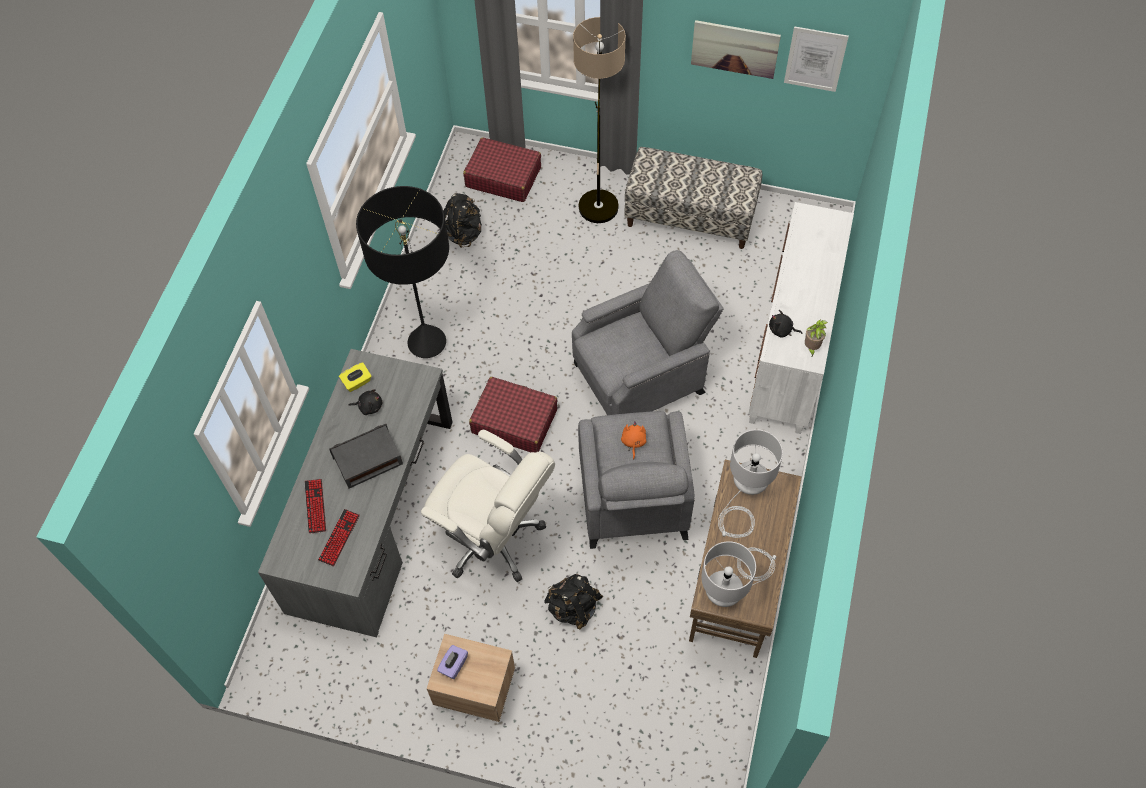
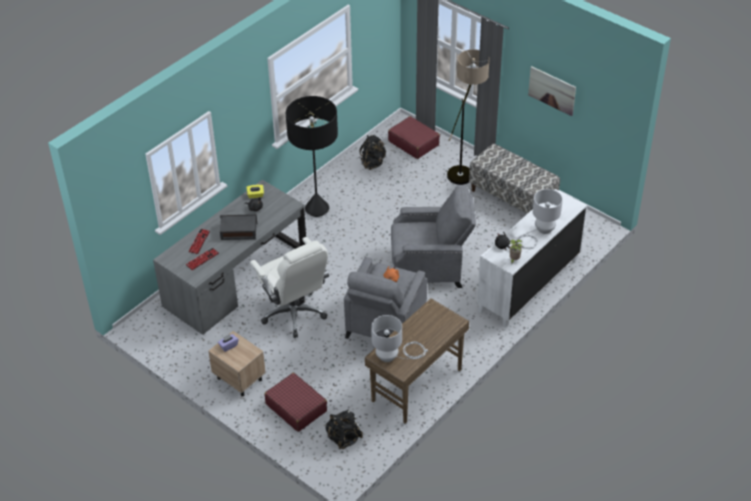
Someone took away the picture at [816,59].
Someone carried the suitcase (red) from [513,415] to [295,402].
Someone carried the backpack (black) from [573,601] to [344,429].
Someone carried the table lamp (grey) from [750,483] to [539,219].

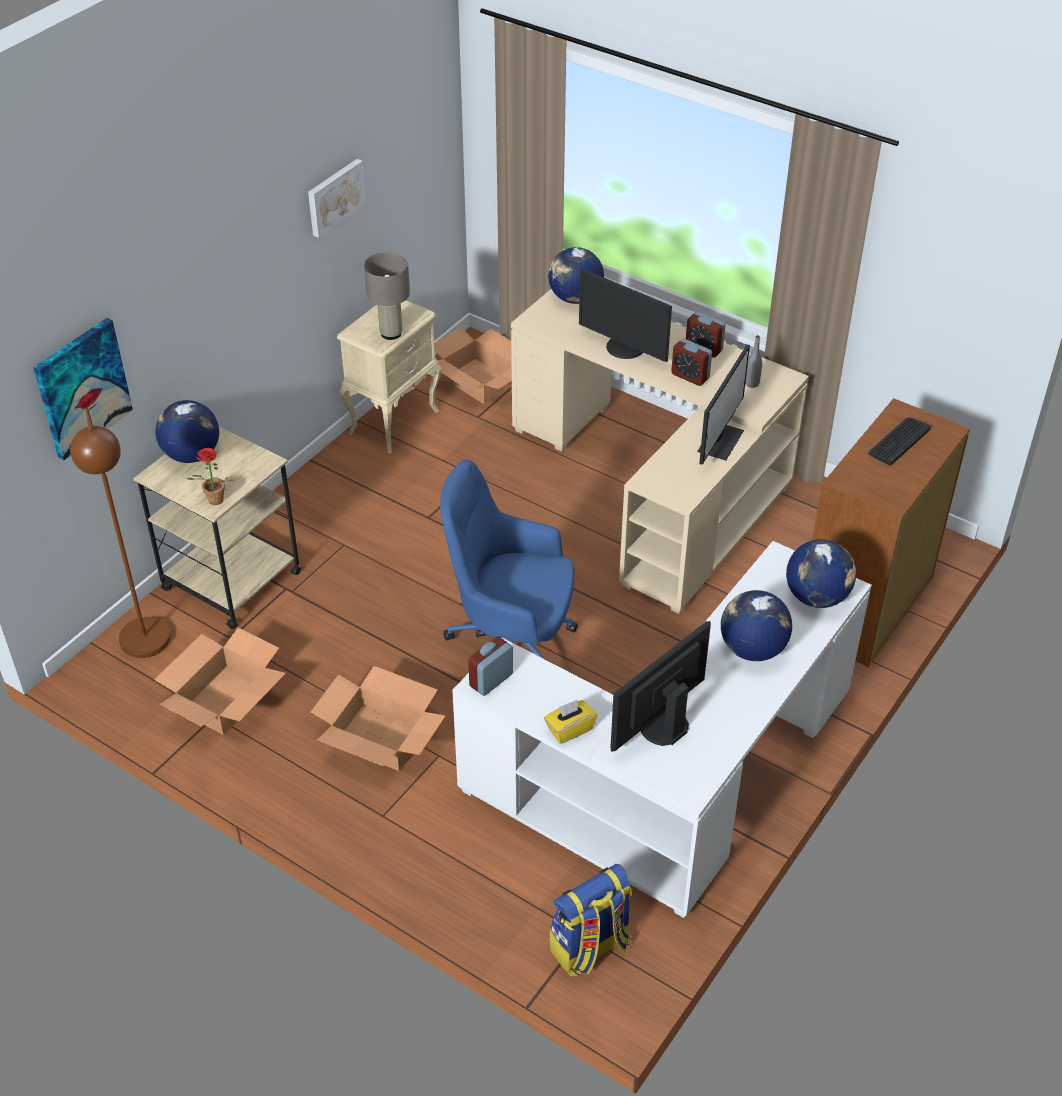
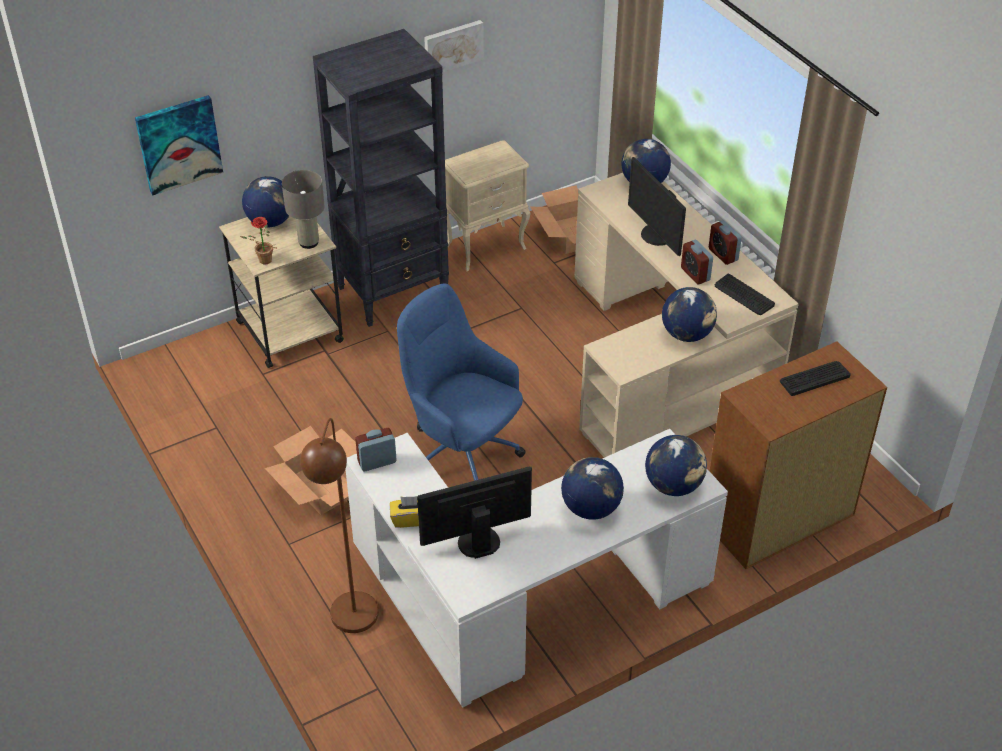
Someone took away the cardboard box at [220,681].
Someone took away the backpack at [591,920].
Someone put down the bookcase (black) at [381,178].
Someone carried the floor lamp (brown) from [120,533] to [339,525].
Someone carried the table lamp (grey) from [387,296] to [303,209].
Someone swapped the monitor at [723,404] for the globe at [689,314].
Someone swapped the bottle (grey) at [753,361] for the keyboard at [745,294].

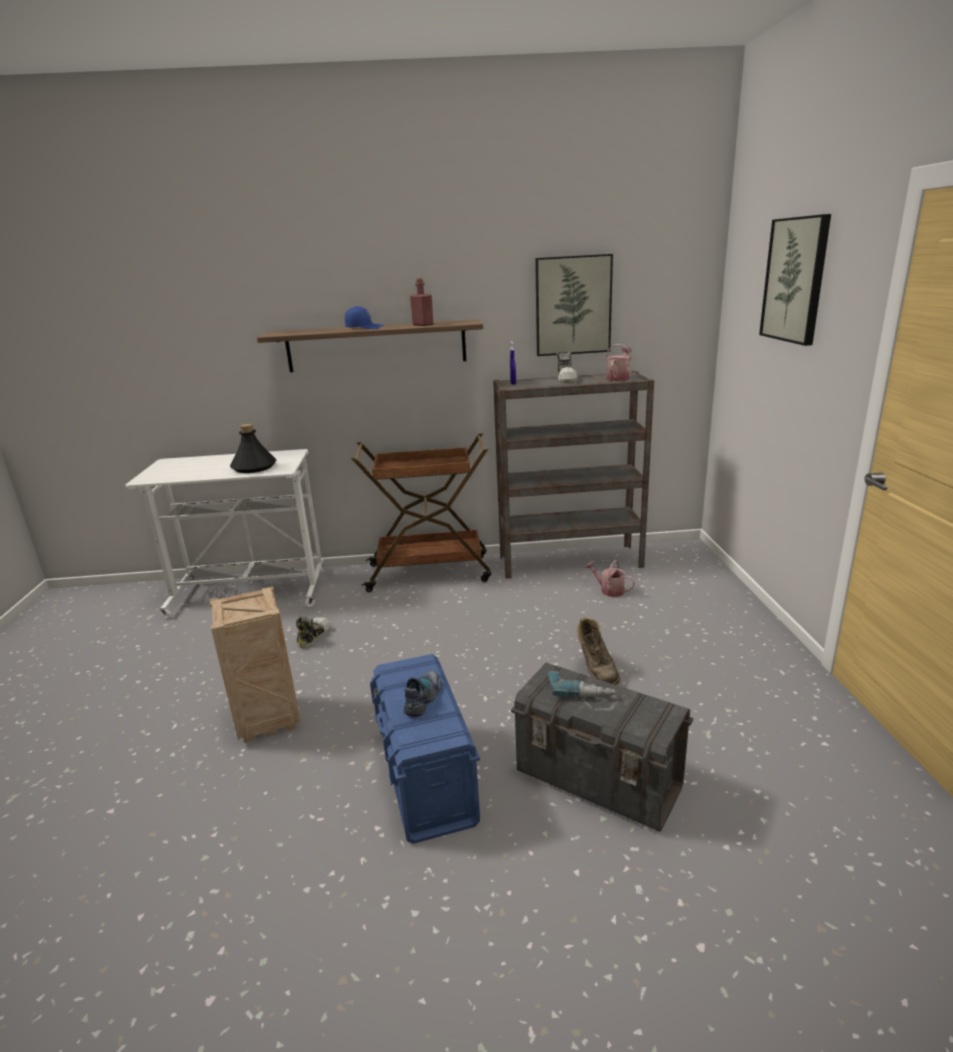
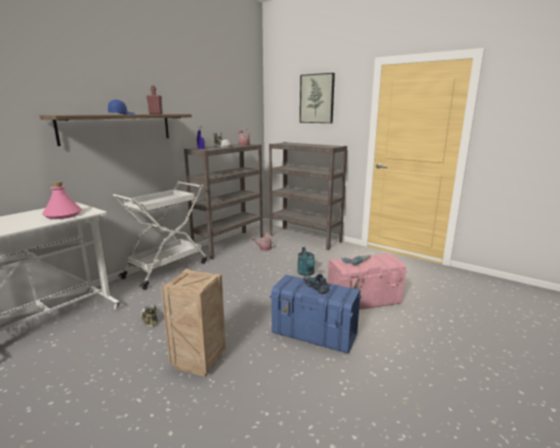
Someone took away the picture at [574,305].
Someone put down the bookcase (grey) at [308,196].
Someone swapped the boot (brown) at [598,651] for the watering can (turquoise) at [306,261].
Someone repainted the bottle (black) at [253,448], which became the bottle (pink) at [62,200].
Someone repainted the cart (brown) at [421,512], which became the cart (white) at [158,235].
Someone repainted the storage box (grey) at [602,747], which became the storage box (pink) at [367,281].

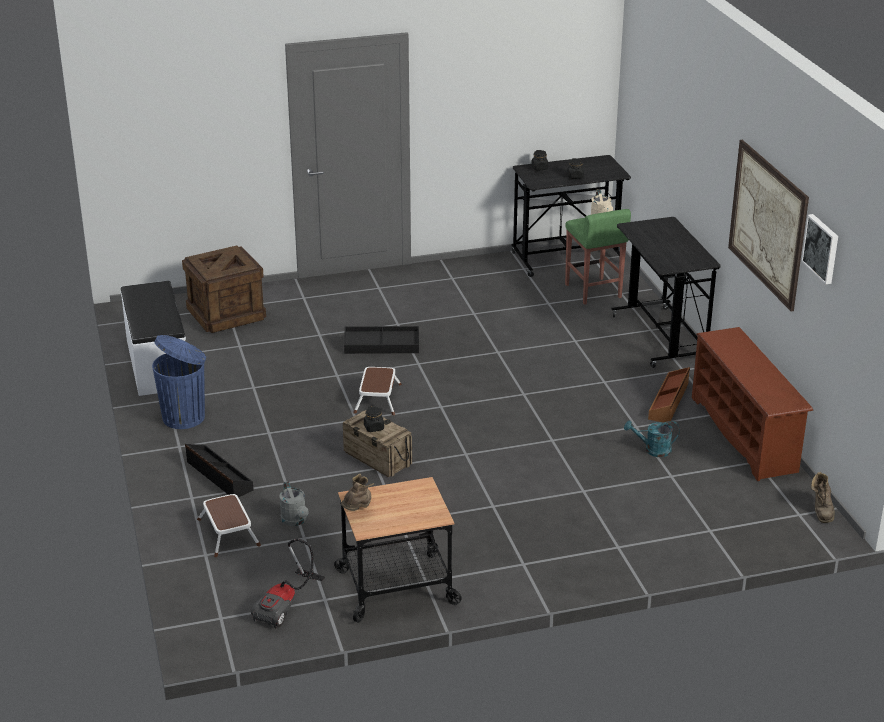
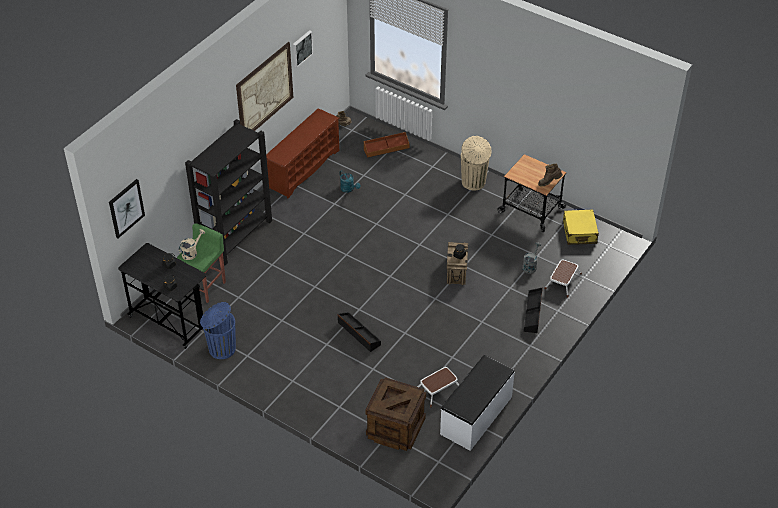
Someone put up the picture at [127,208].
Someone put down the trash can (beige) at [476,163].
Someone carried the trash can (blue) from [179,382] to [218,330].
Someone carried the step ladder (brown) from [377,391] to [438,387].
Someone carried the storage box (brown) from [669,395] to [387,145].
Someone swapped the vacuum cleaner at [288,583] for the suitcase (yellow) at [581,227].
Someone swapped the desk (black) at [666,292] for the bookcase (black) at [228,192].

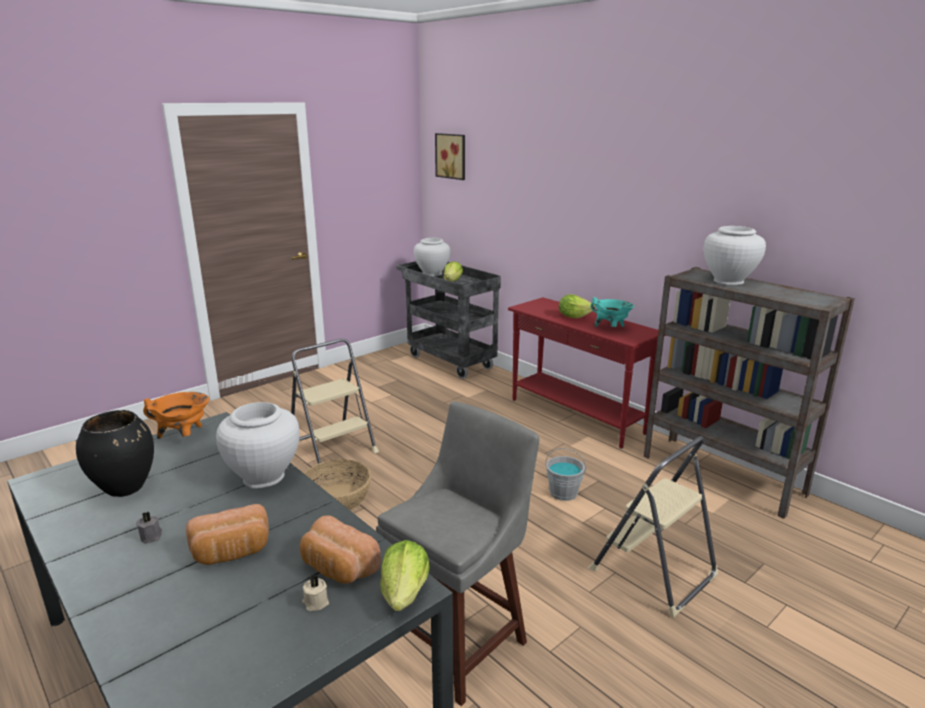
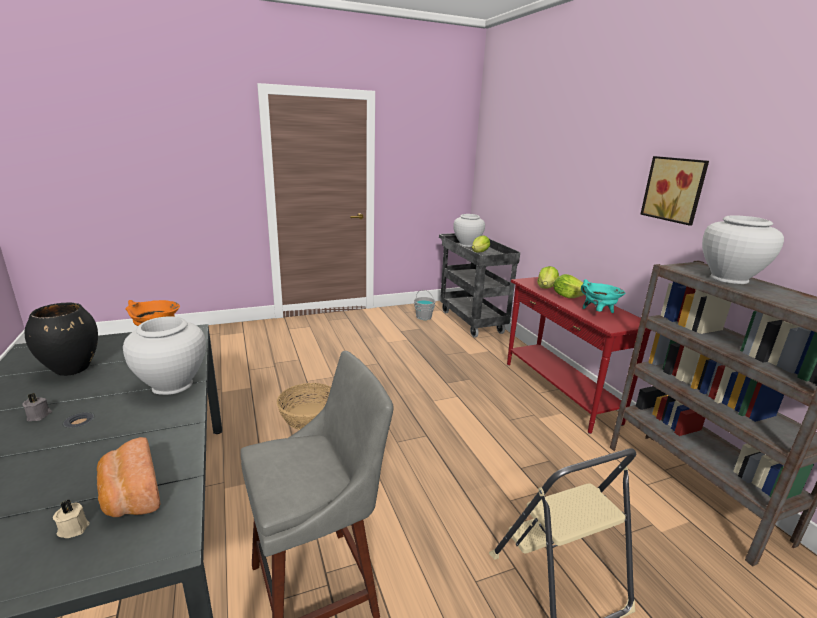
Someone took away the bread at [227,534].
Someone took away the step ladder (beige) at [335,405].
Someone carried the lettuce from [404,575] to [548,277].
Someone carried the picture from [450,156] to [674,191].
Someone carried the bucket (grey) from [566,474] to [425,305].

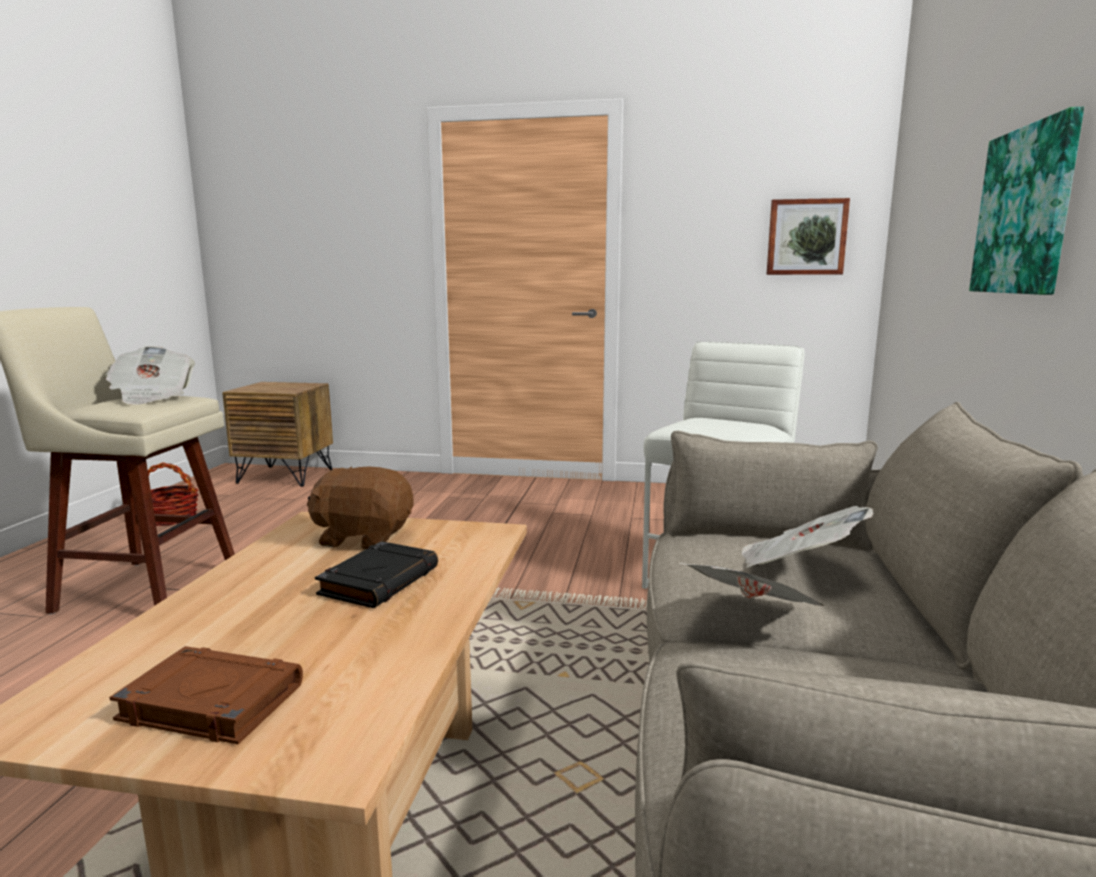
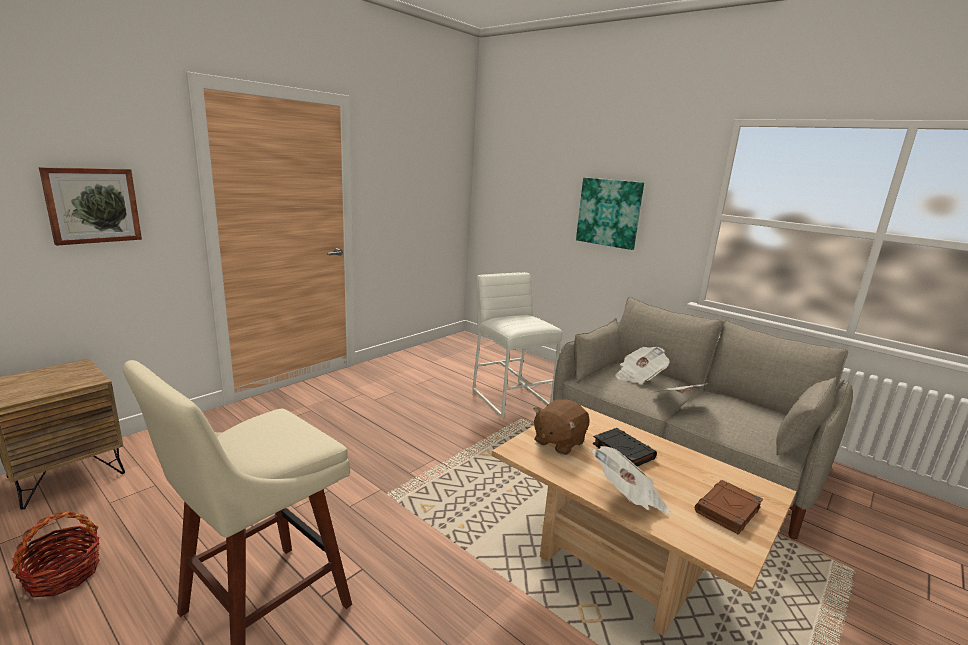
Someone carried the newspaper from [150,375] to [631,479].
Someone carried the picture from [808,236] to [90,206].

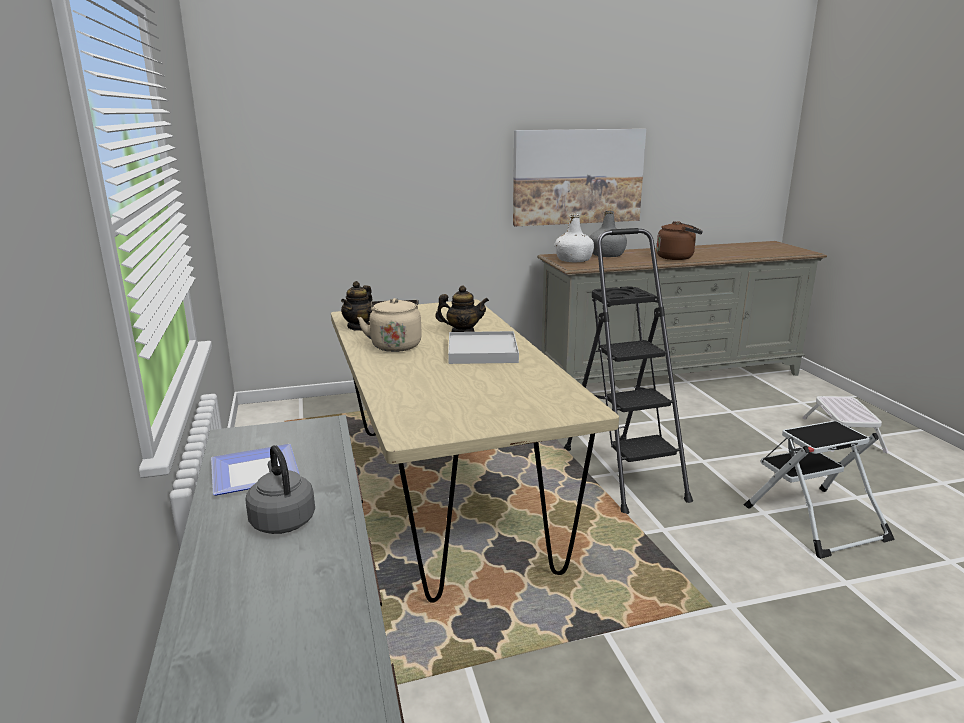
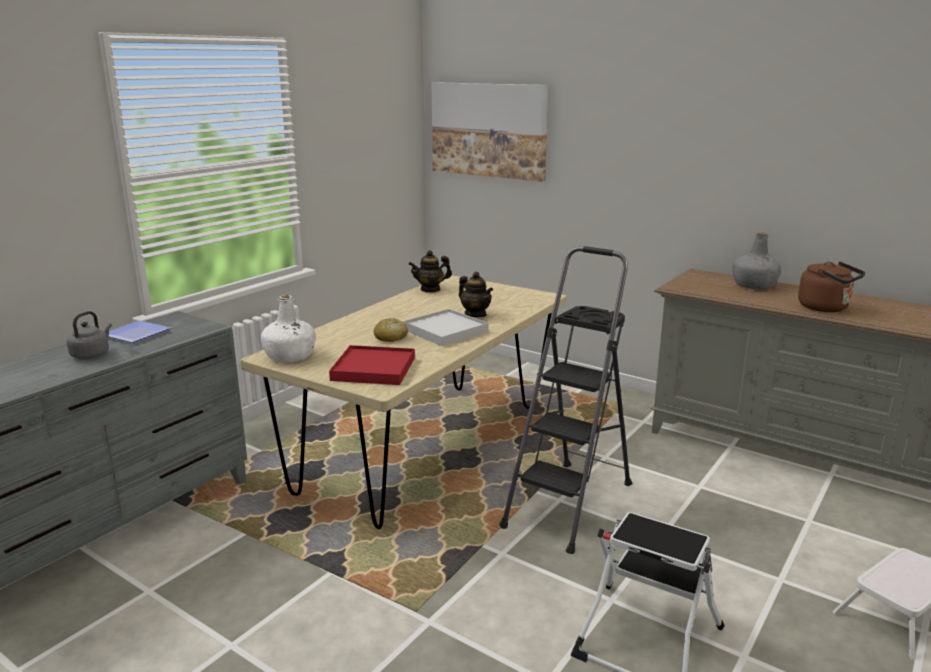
Someone took away the kettle (beige) at [389,325].
Someone put down the tray (red) at [372,365].
Someone put down the bread at [390,330].
Someone carried the picture from [579,177] to [490,132].
Someone carried the bottle (white) from [574,238] to [288,328].

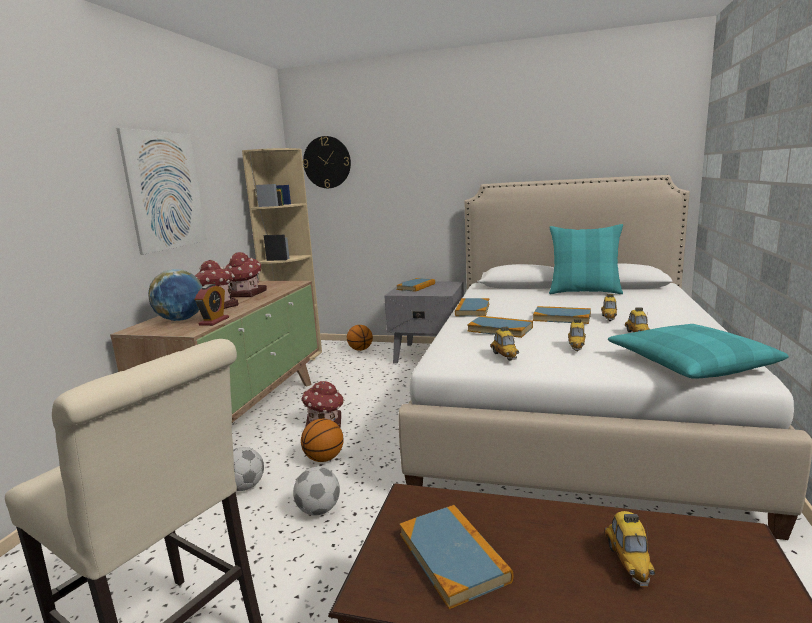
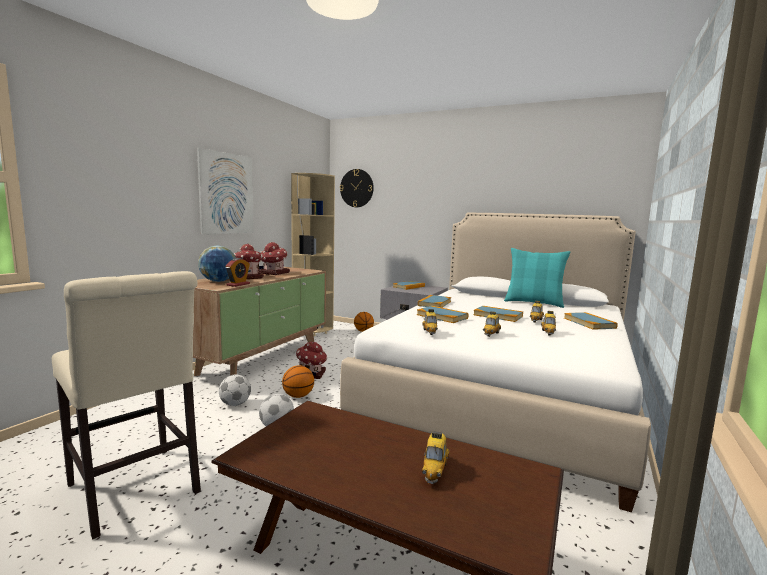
Someone took away the pillow (turquoise) at [698,351].
Someone carried the book from [456,557] to [591,321].

